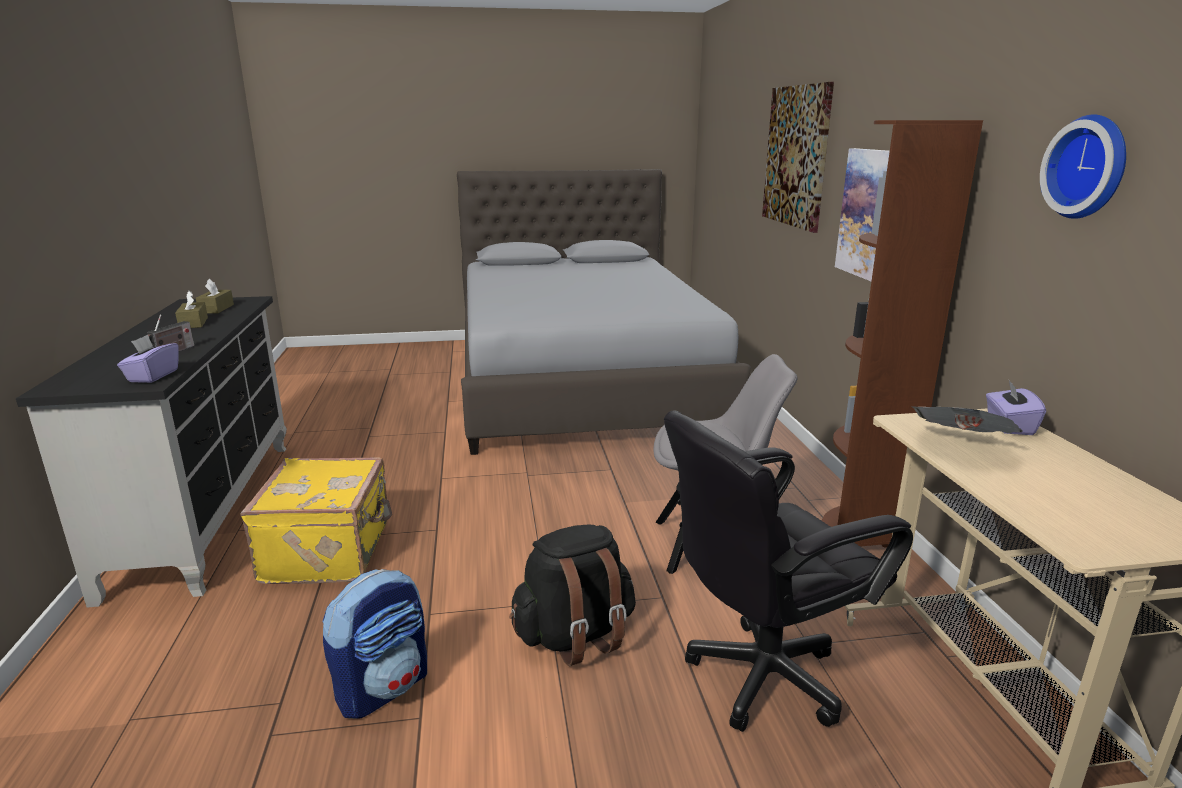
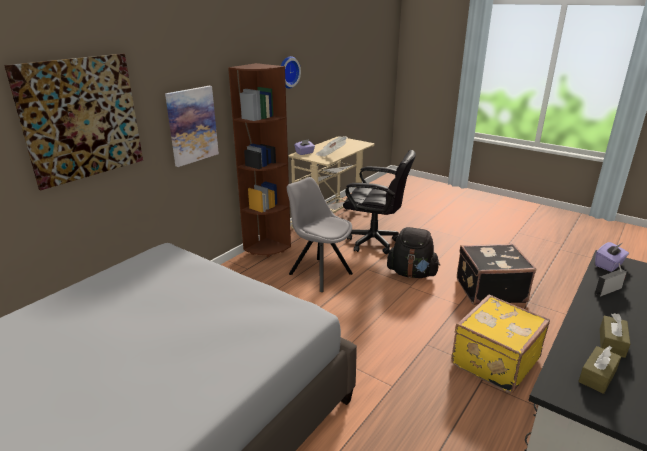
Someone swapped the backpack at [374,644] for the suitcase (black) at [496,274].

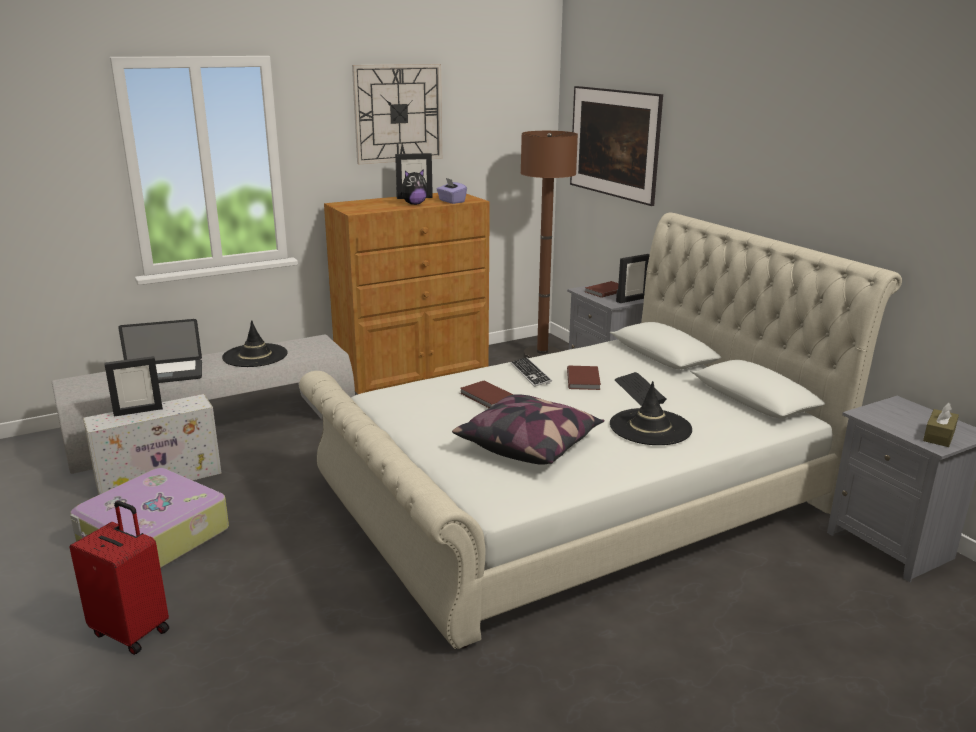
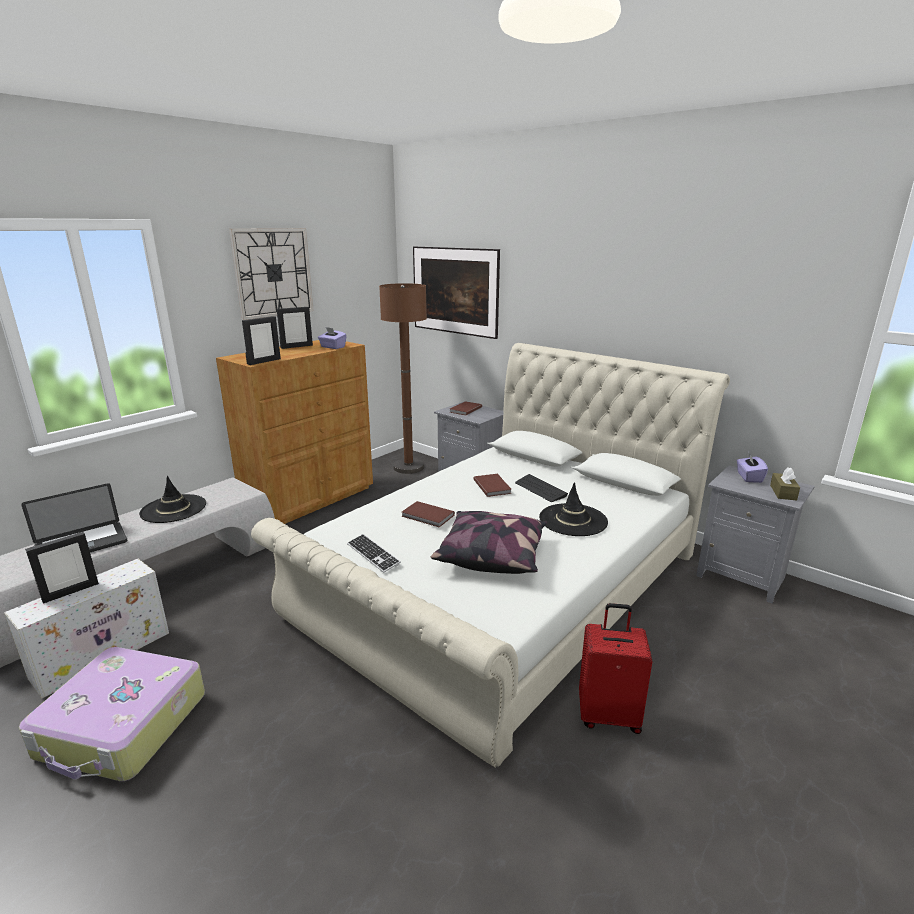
Someone took away the plush toy at [414,187].
Someone put down the tissue box (purple) at [752,468].
Someone carried the suitcase (red) from [119,578] to [616,668].
Someone carried the keyboard from [531,372] to [374,553].
Someone carried the picture frame from [633,278] to [261,340].

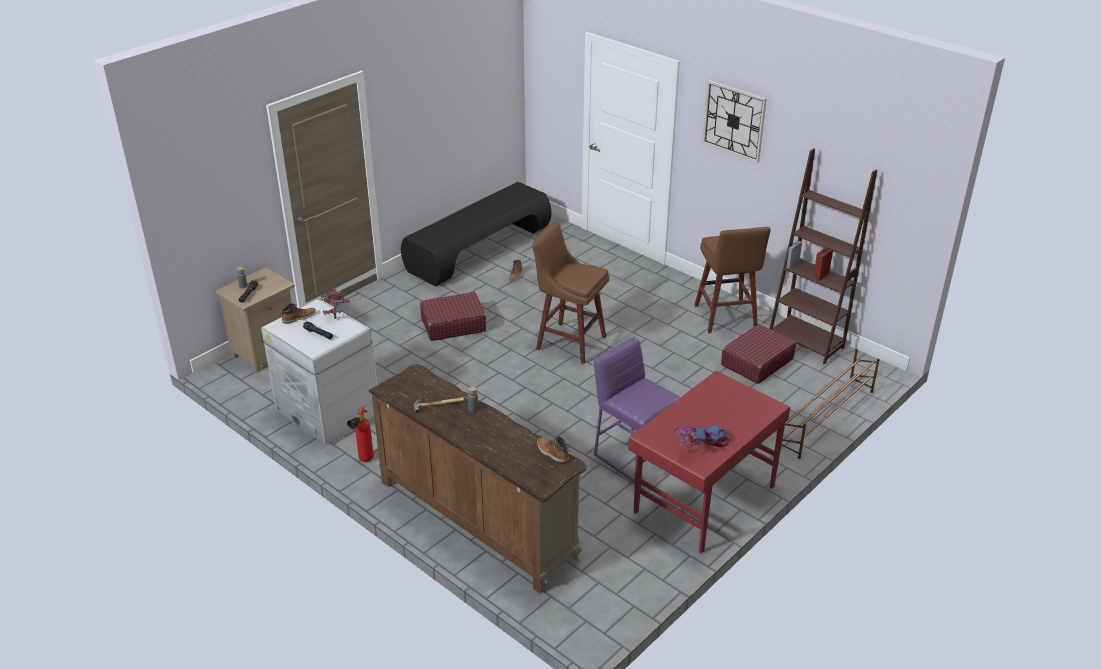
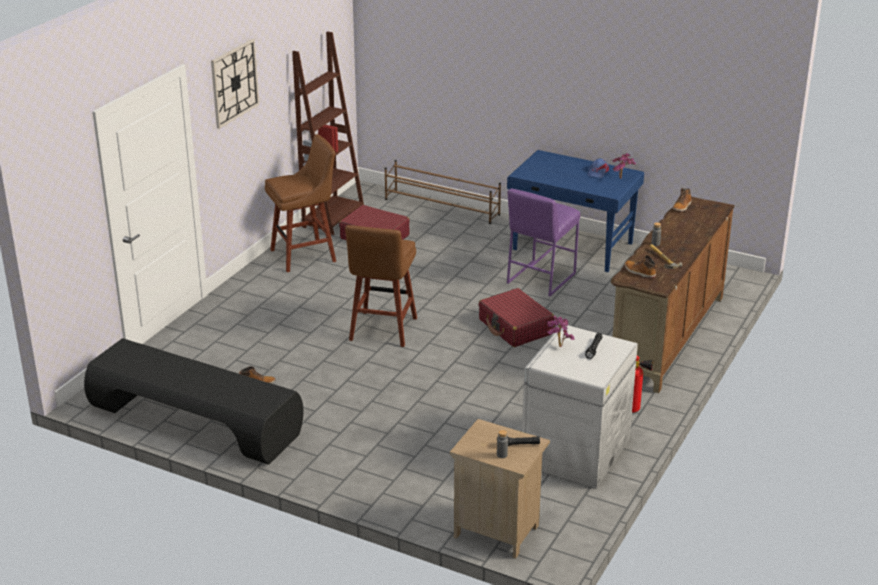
Someone carried the boot from [298,313] to [641,267].
Someone carried the suitcase (red) from [453,316] to [516,317].
Someone repainted the desk (red) at [709,462], which became the desk (blue) at [575,211].

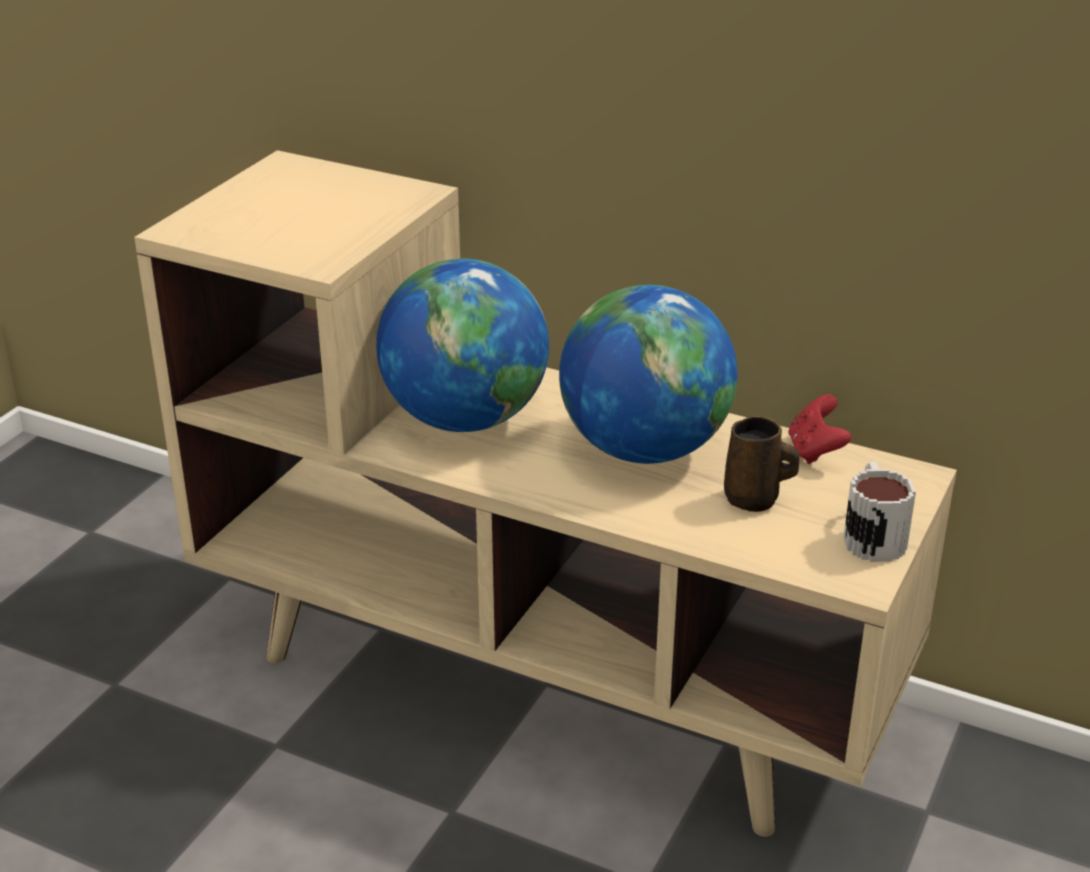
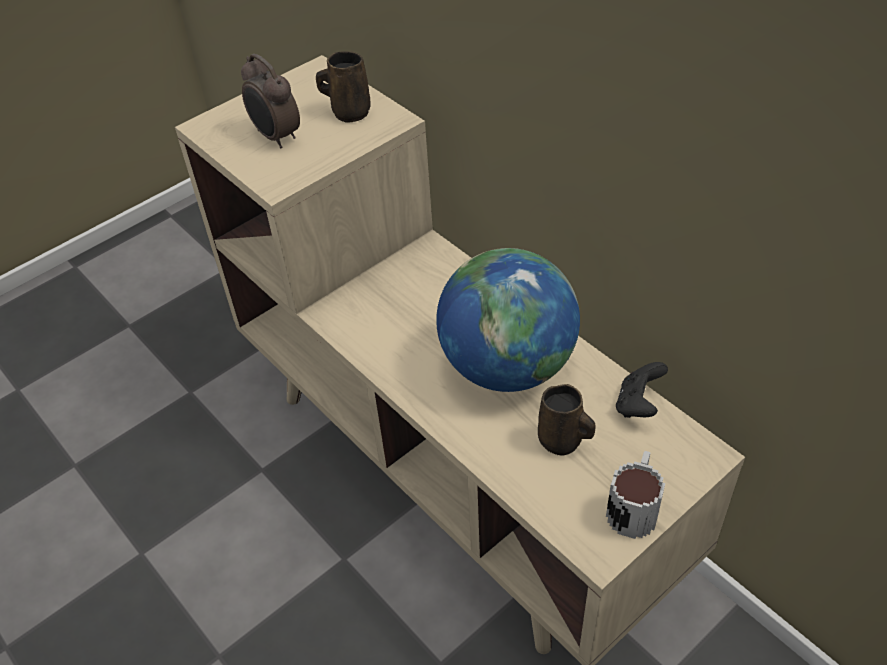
Someone took away the globe at [462,345].
Someone put down the alarm clock at [270,101].
Someone put down the mug (brown) at [343,87].
Someone repainted the game controller (red) at [819,429], which became the game controller (black) at [642,390].

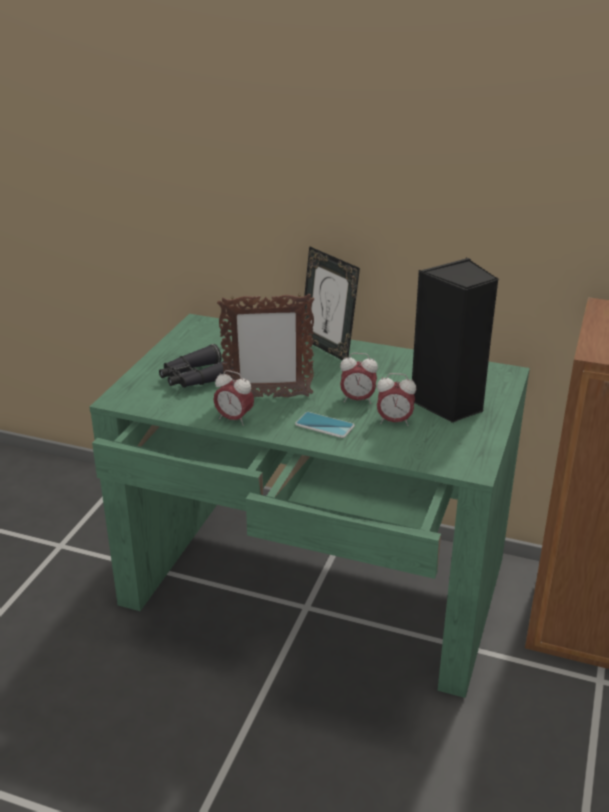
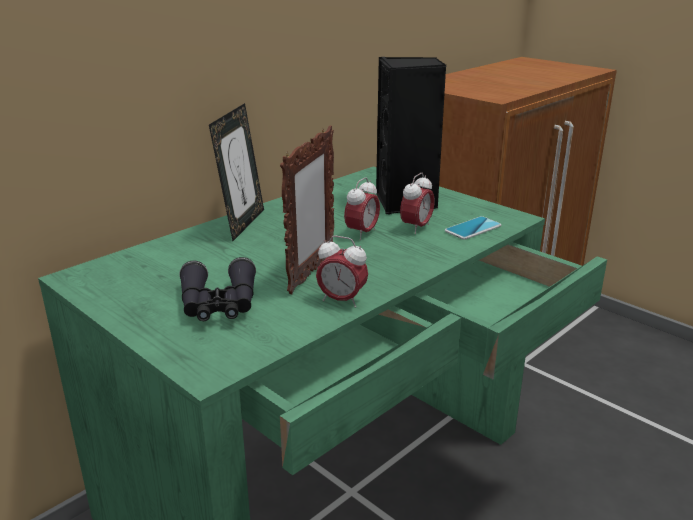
Someone carried the phone from [325,425] to [473,228].
Someone rotated the alarm clock at [233,398] by 60 degrees clockwise.
Someone rotated the picture frame at [331,303] by 60 degrees counterclockwise.

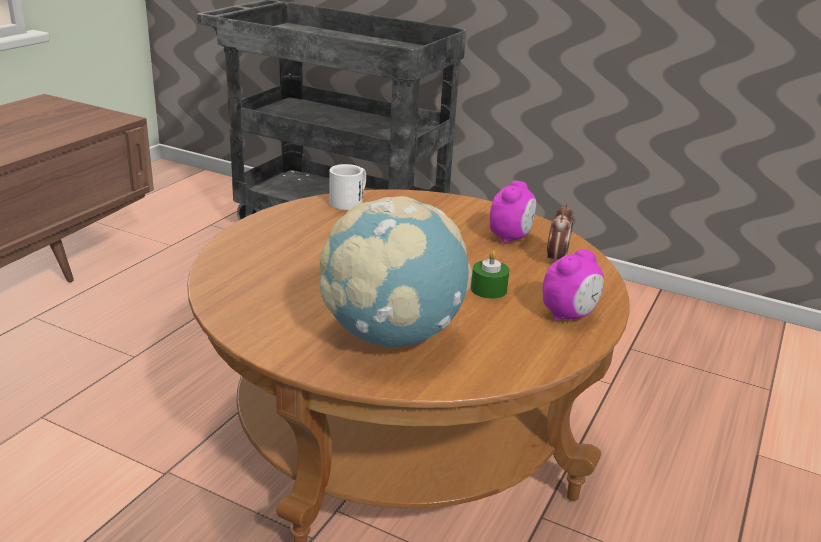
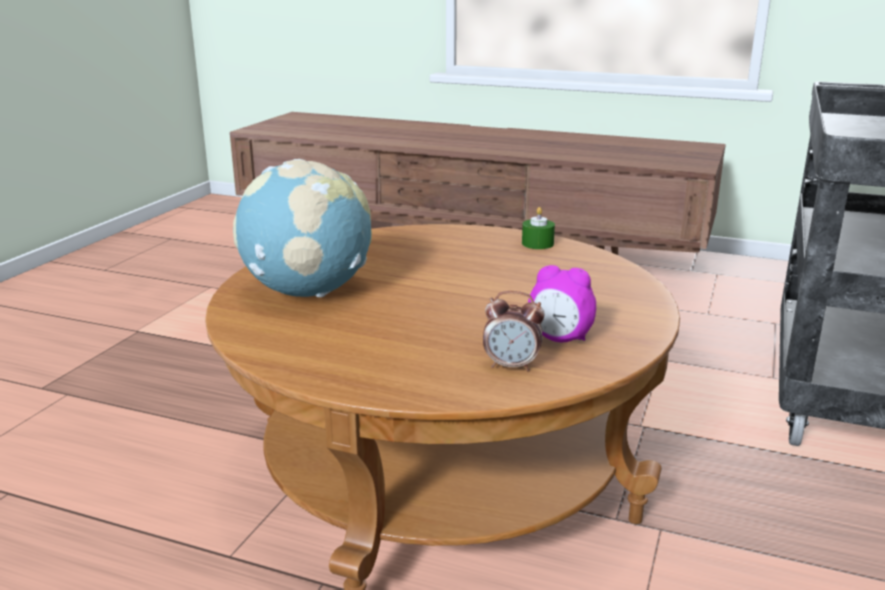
Someone took away the mug (white) at [347,187].
Someone took away the alarm clock at [573,285].
Someone carried the candle (green) from [490,275] to [538,228].

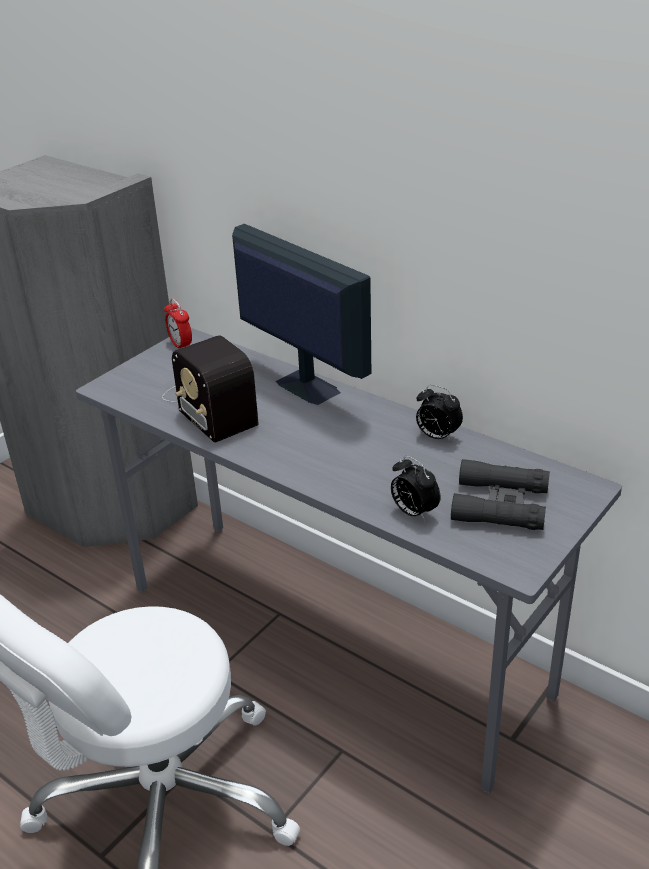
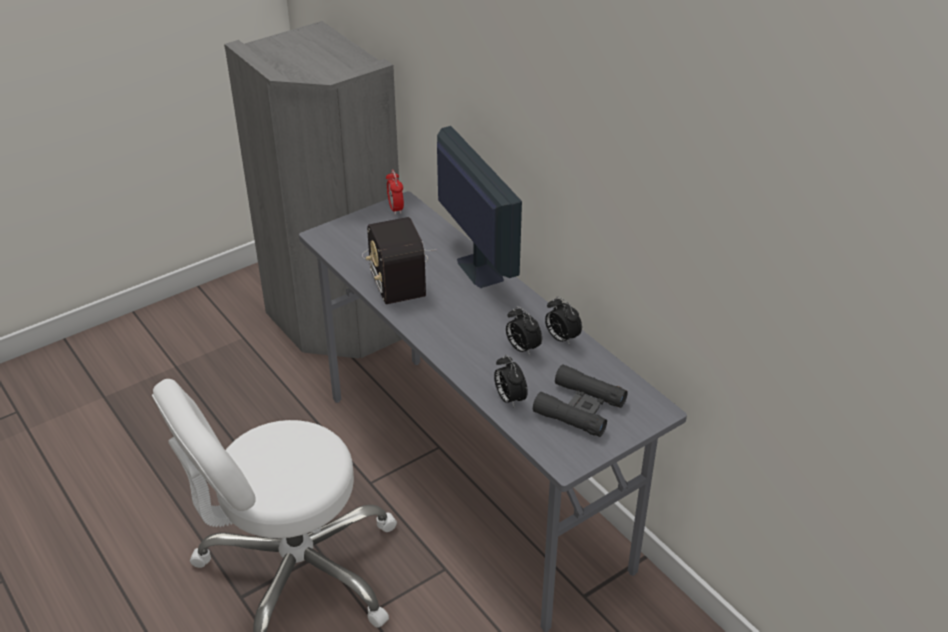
Someone put down the alarm clock at [524,331].

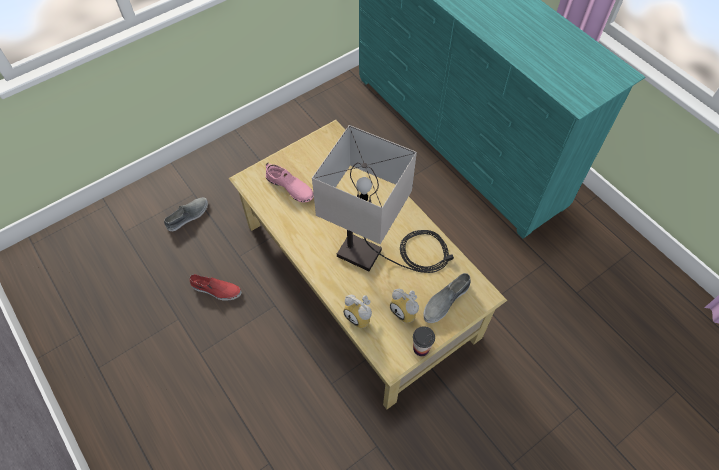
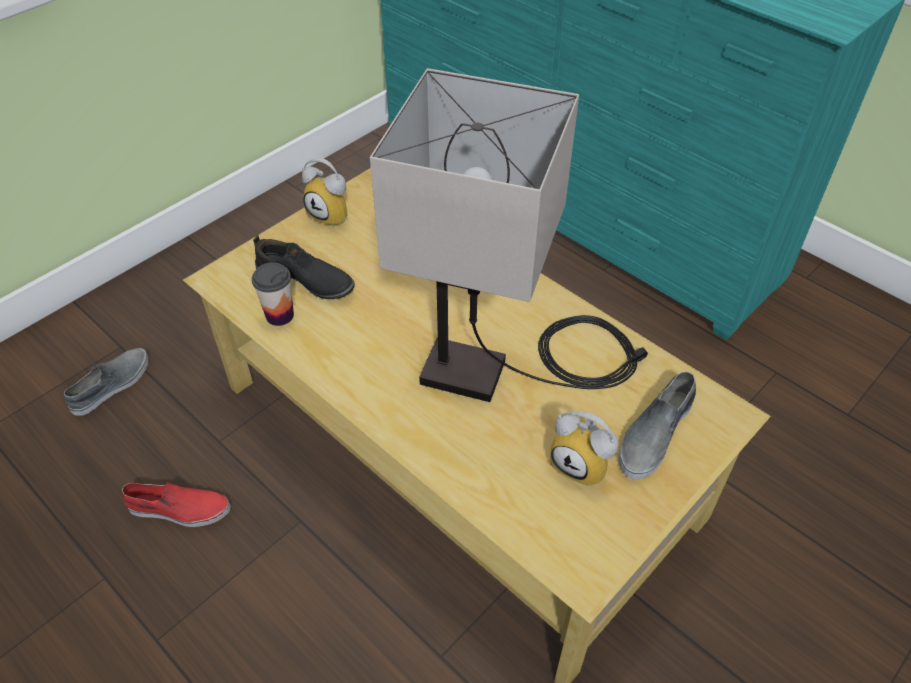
Someone carried the alarm clock from [357,311] to [325,193].
Someone carried the cup from [424,341] to [273,294].
Someone repainted the shoe (pink) at [290,182], which became the shoe (black) at [304,267].

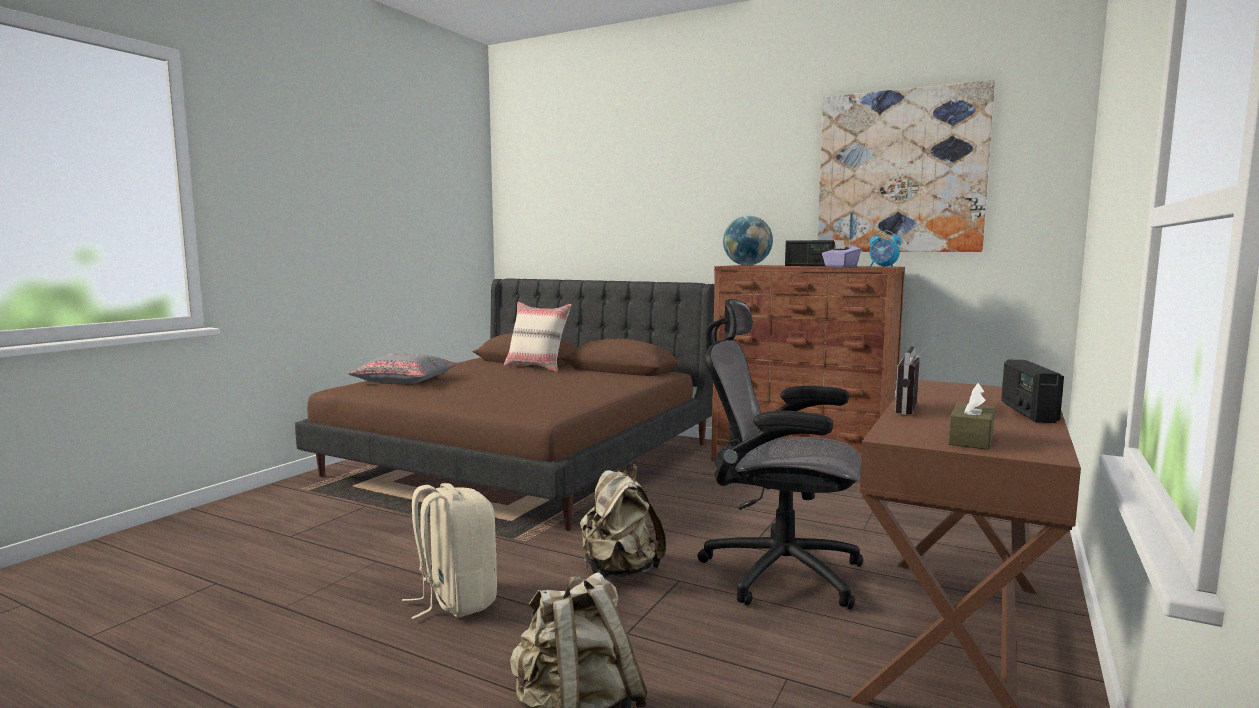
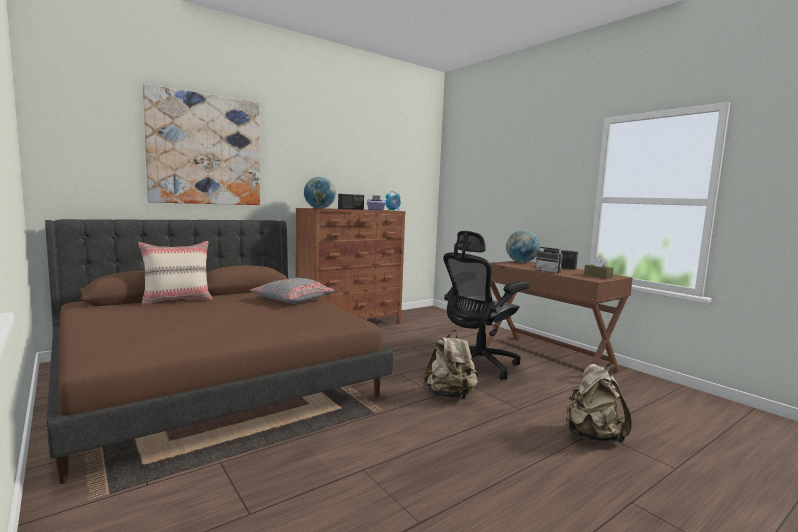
Someone took away the backpack (beige) at [449,551].
Someone put down the globe at [523,246].
Someone carried the pillow (grey) from [403,368] to [292,291].
Someone carried the picture from [906,166] to [201,144].

